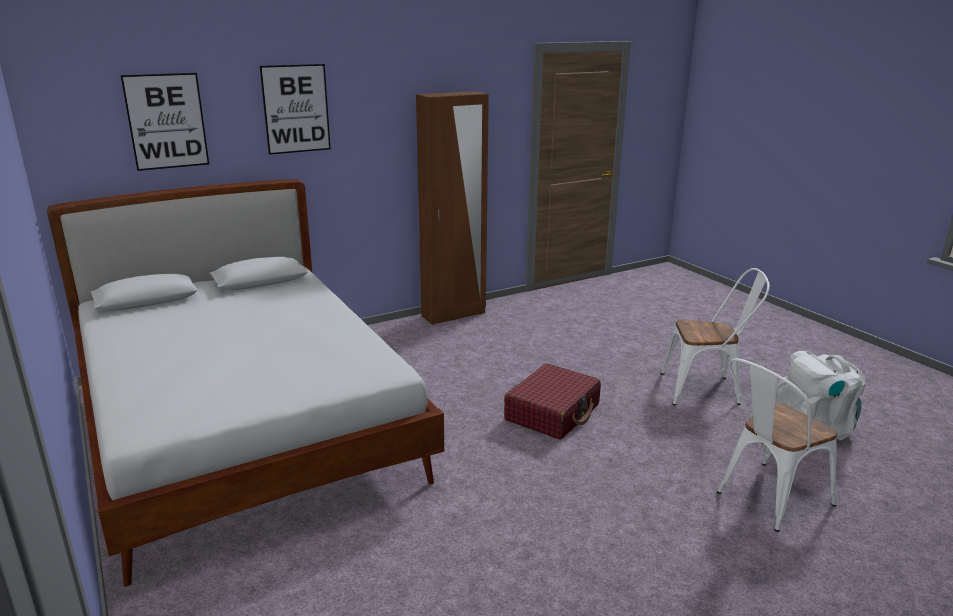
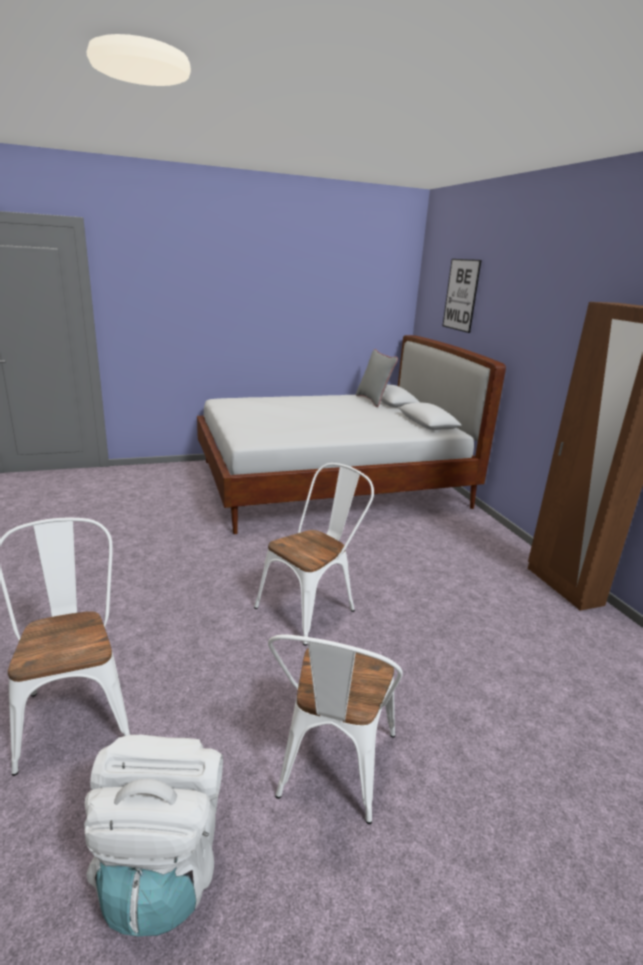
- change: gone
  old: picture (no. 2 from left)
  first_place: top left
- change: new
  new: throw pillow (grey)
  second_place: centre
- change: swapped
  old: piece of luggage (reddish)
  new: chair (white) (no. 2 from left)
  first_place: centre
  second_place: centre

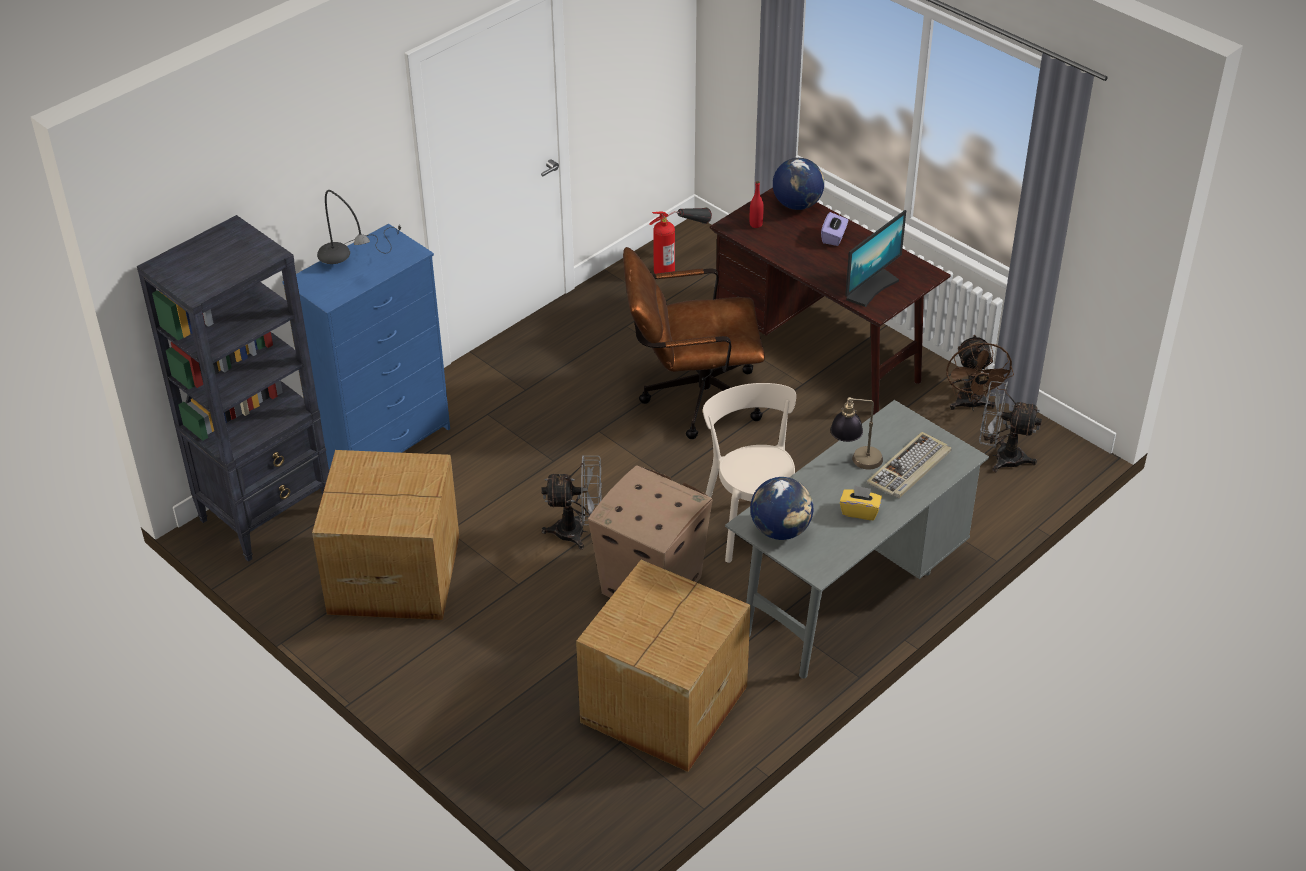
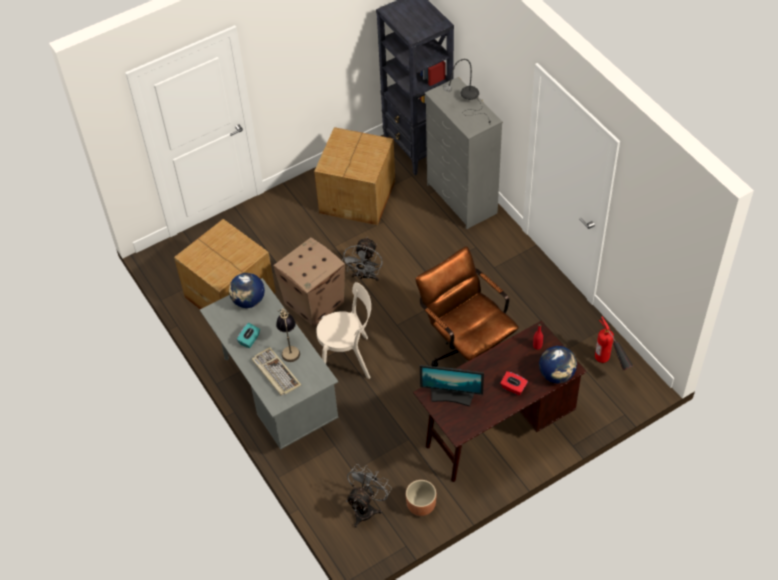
- change: swapped
  old: cooling fan (brownish)
  new: planter (brownish)
  first_place: middle right
  second_place: bottom centre
- change: repainted
  old: drawer chest (blue)
  new: drawer chest (grey)
  first_place: middle left
  second_place: top centre
- change: repainted
  old: tissue holder (purplish)
  new: tissue holder (reddish)
  first_place: top centre
  second_place: centre
- change: repainted
  old: tissue holder (yellow)
  new: tissue holder (blue-green)
  first_place: centre
  second_place: middle left
- change: rotated
  old: computer chair (brownish)
  first_place: centre
  second_place: centre
  degrees: -45
- change: rotated
  old: monitor
  first_place: top right
  second_place: centre
  degrees: -45

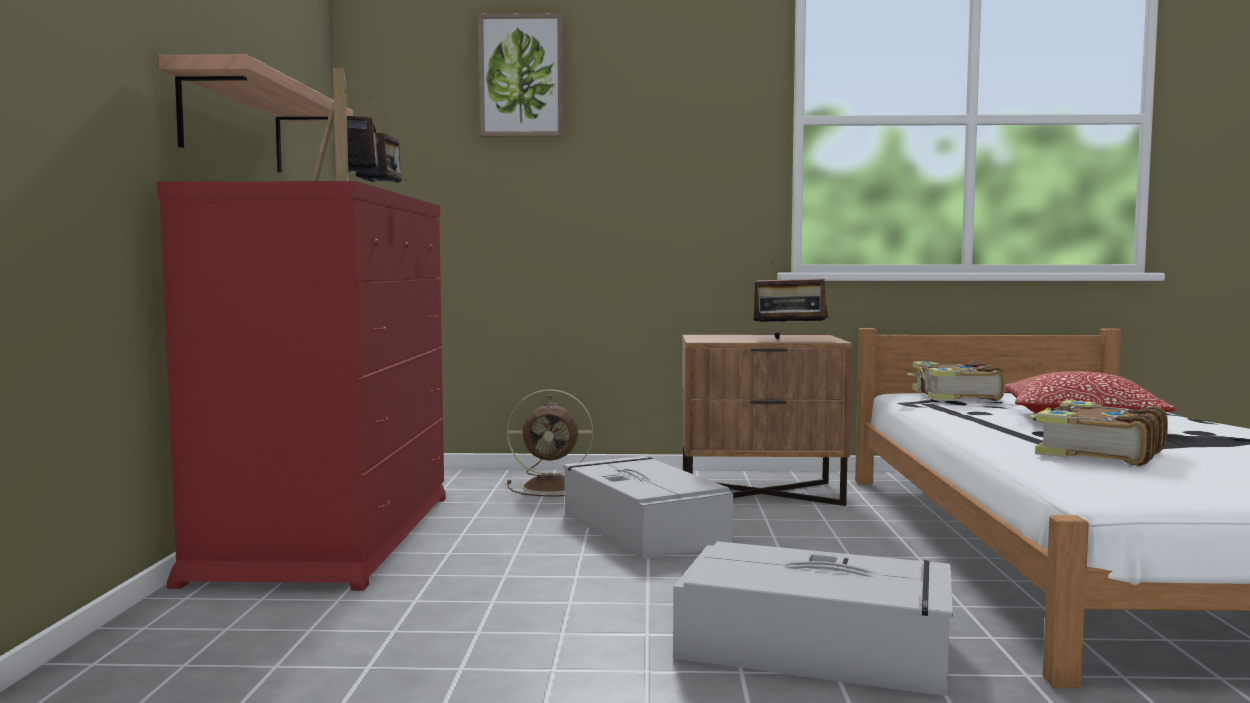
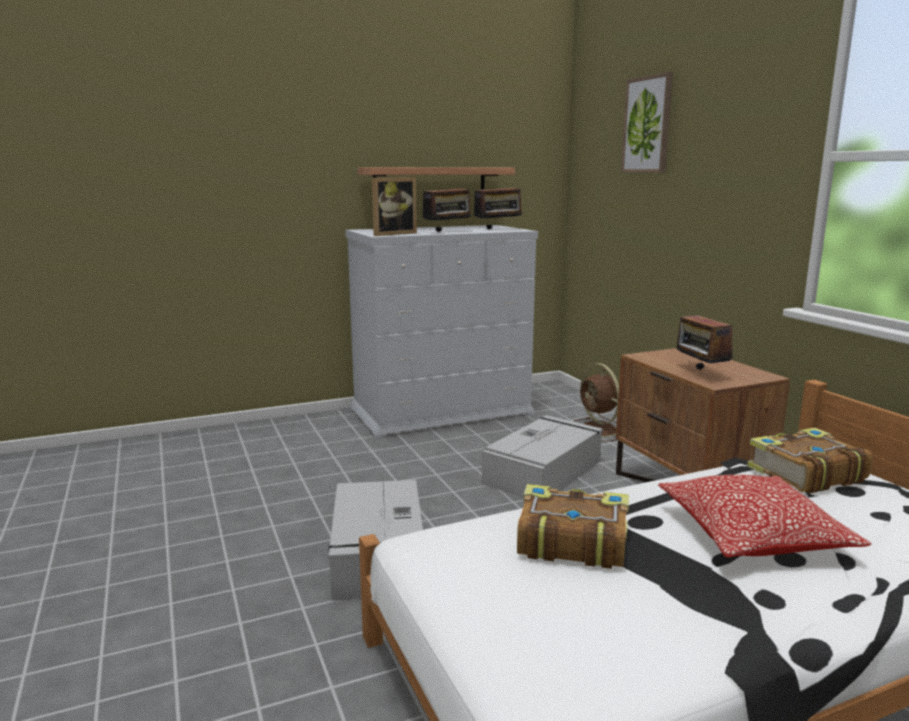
- change: repainted
  old: drawer chest (reddish)
  new: drawer chest (white)
  first_place: middle left
  second_place: centre

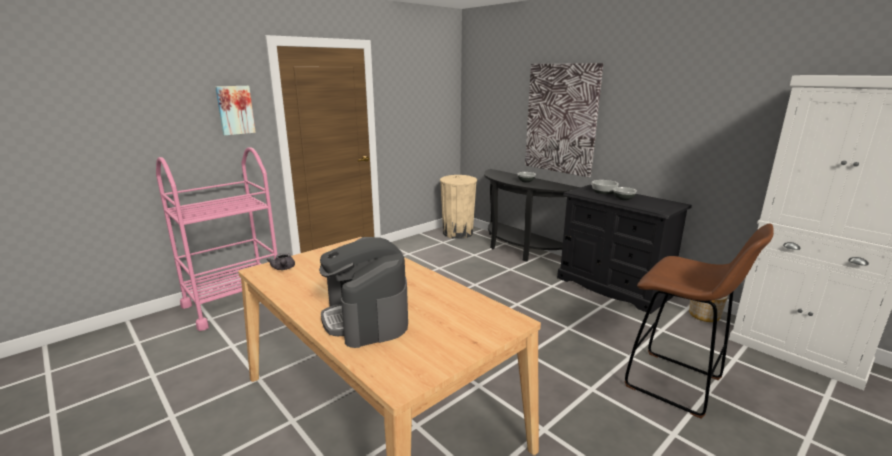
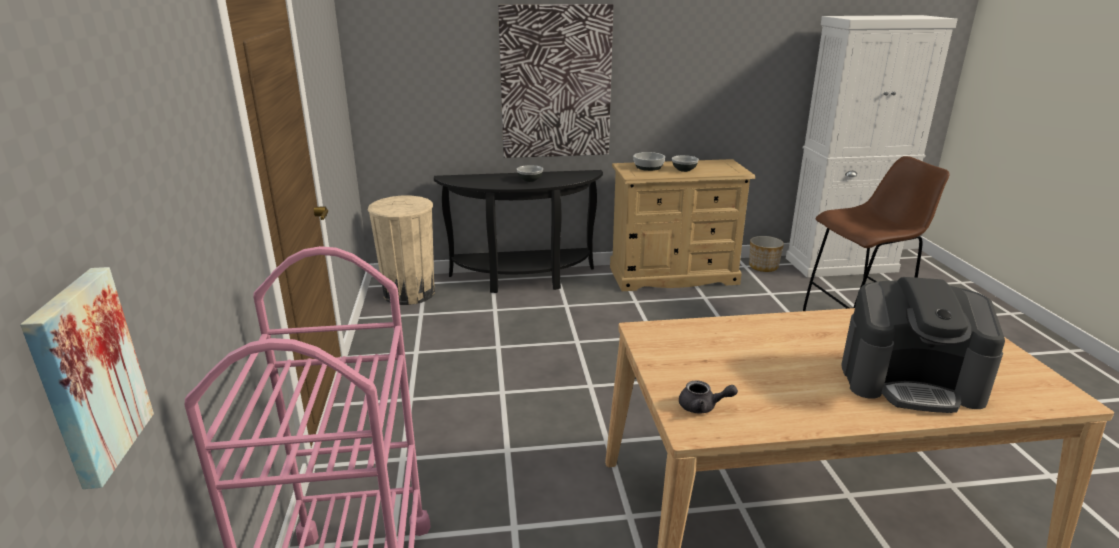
- change: shifted
  old: picture (no. 1 from left)
  first_place: top left
  second_place: bottom left
- change: repainted
  old: drawer chest (blackish)
  new: drawer chest (beige)
  first_place: middle right
  second_place: centre

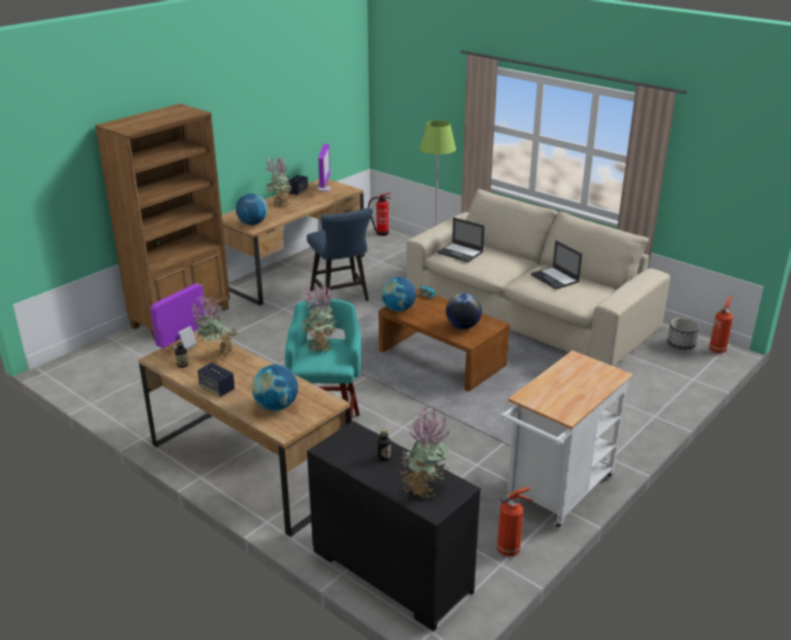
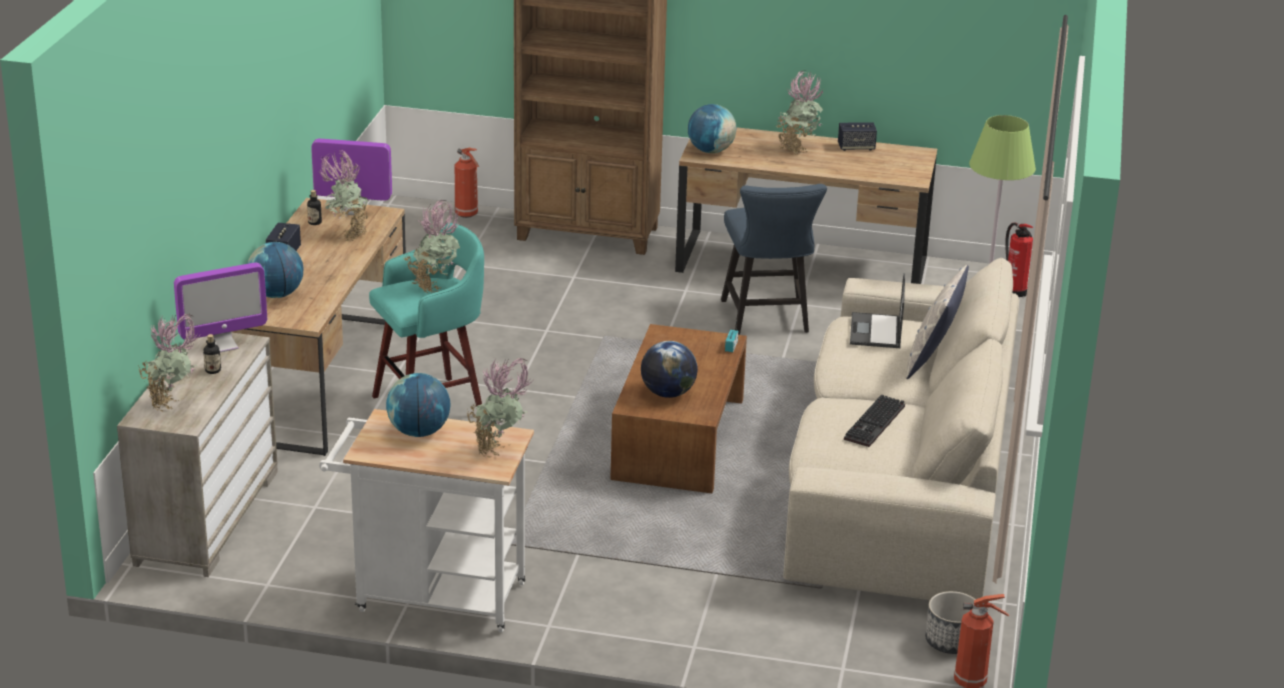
- change: new
  new: plant in a pot (no. 4 from left)
  second_place: centre
- change: new
  new: throw pillow
  second_place: middle right
- change: shifted
  old: monitor (no. 2 from left in the first image)
  new: monitor (no. 1 from left)
  first_place: top centre
  second_place: middle left
- change: shifted
  old: desk globe (no. 3 from left in the first image)
  new: desk globe (no. 2 from left)
  first_place: centre
  second_place: middle left
- change: shifted
  old: extinguisher (no. 2 from left in the first image)
  new: extinguisher (no. 1 from left)
  first_place: bottom centre
  second_place: top centre
- change: swapped
  old: notebook computer (no. 2 from left)
  new: PC keyboard
  first_place: middle right
  second_place: middle right
- change: repainted
  old: drawer chest (blackish)
  new: drawer chest (beige)
  first_place: bottom centre
  second_place: middle left
- change: rotated
  old: chair (blue)
  first_place: centre
  second_place: centre
  degrees: -45

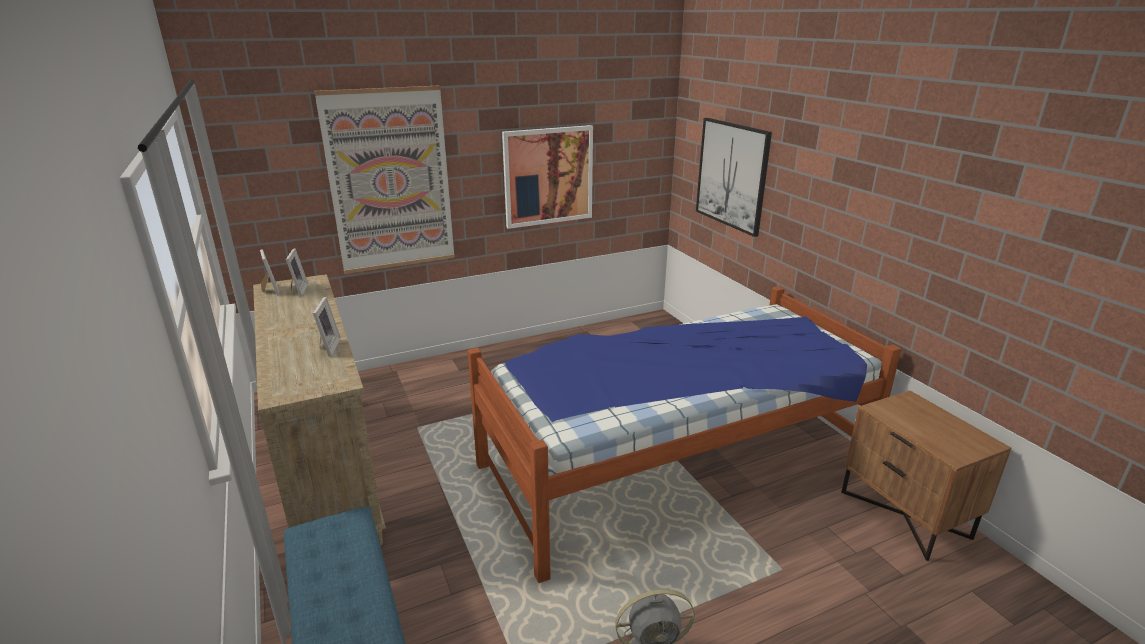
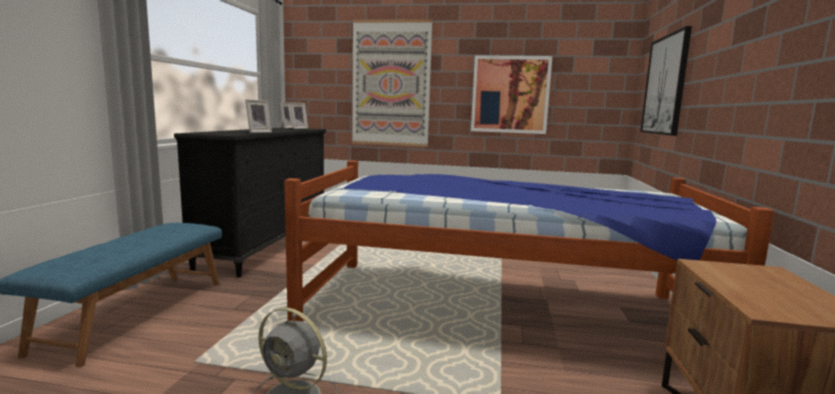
- change: repainted
  old: drawer chest (beige)
  new: drawer chest (blackish)
  first_place: middle left
  second_place: middle left

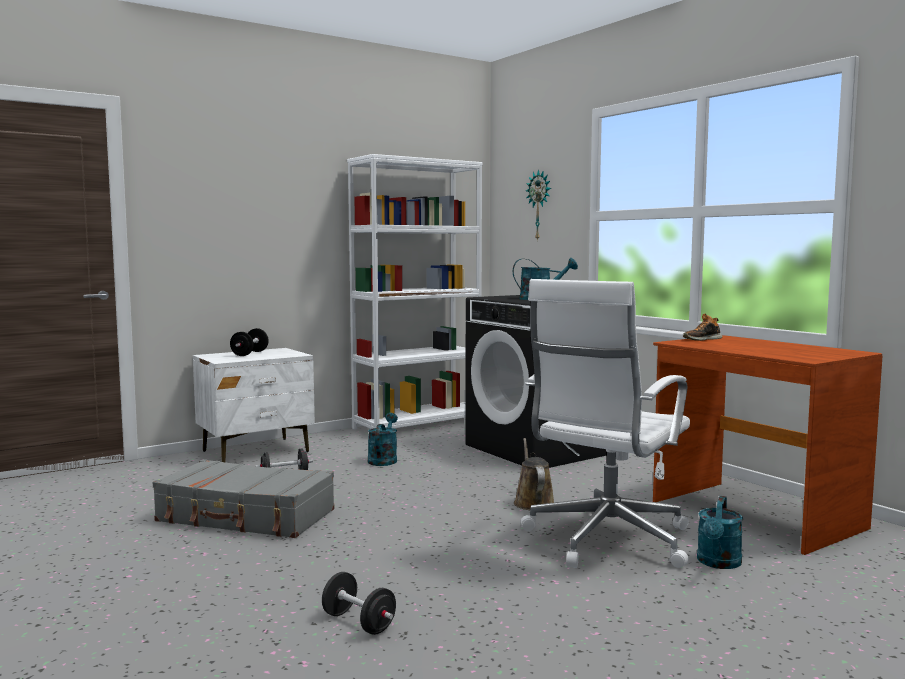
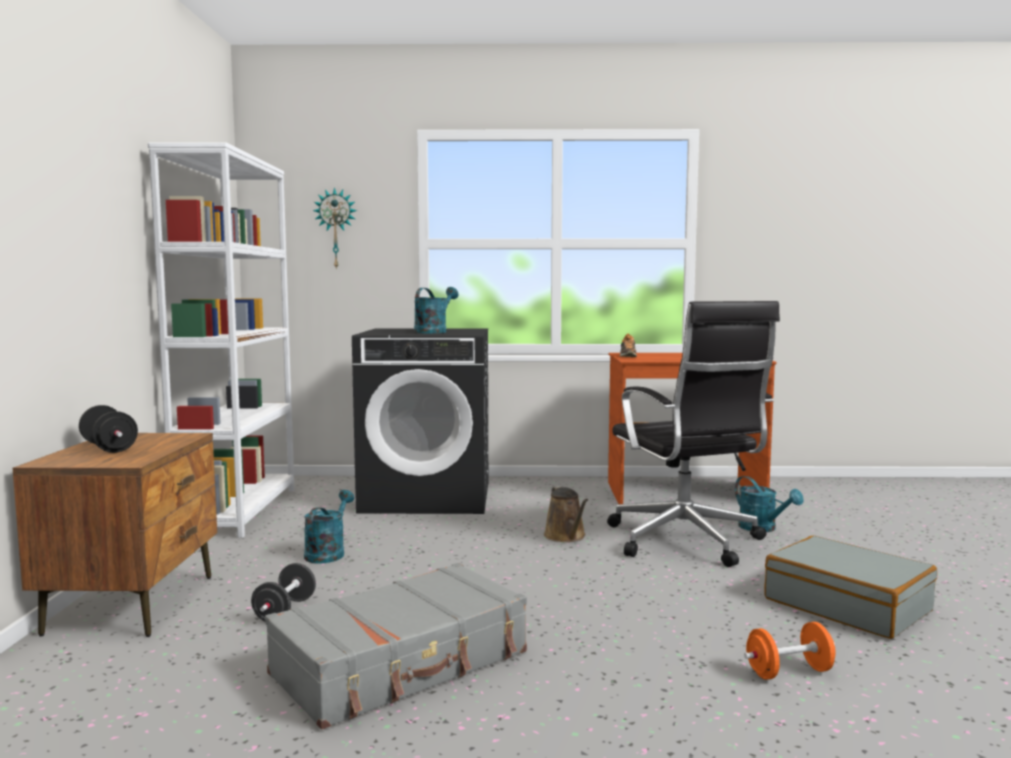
- change: new
  new: piece of luggage (grey) (no. 2 from left)
  second_place: bottom right
- change: repainted
  old: night table (white)
  new: night table (brownish)
  first_place: middle left
  second_place: bottom left
- change: repainted
  old: free weight (blackish) (no. 3 from left)
  new: free weight (orange)
  first_place: bottom centre
  second_place: bottom right
- change: repainted
  old: computer chair (white)
  new: computer chair (blackish)
  first_place: middle right
  second_place: middle right
- change: rotated
  old: watering pot (blue-green) (no. 1 from left)
  first_place: centre
  second_place: bottom left
  degrees: 60
- change: rotated
  old: watering pot (brownish)
  first_place: bottom centre
  second_place: bottom centre
  degrees: -135

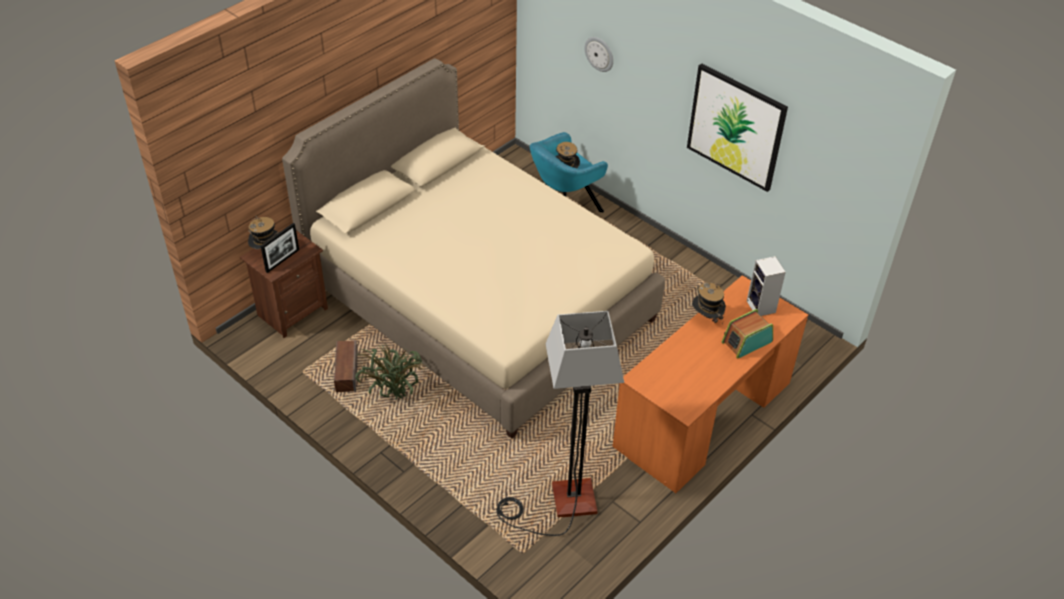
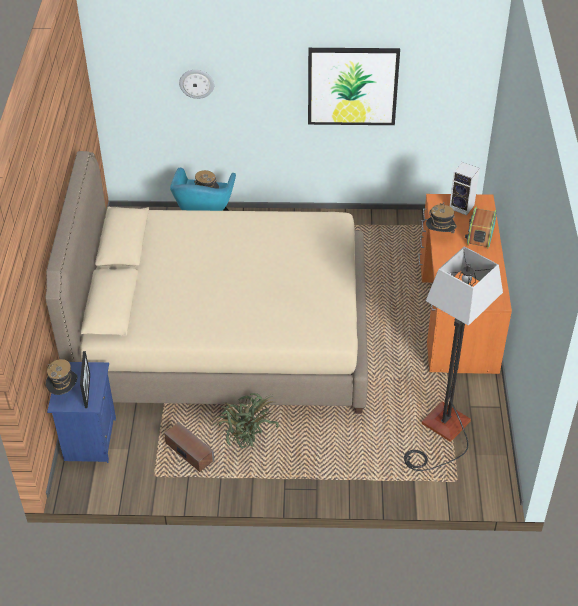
- change: repainted
  old: night table (brownish)
  new: night table (blue)
  first_place: middle left
  second_place: bottom left

